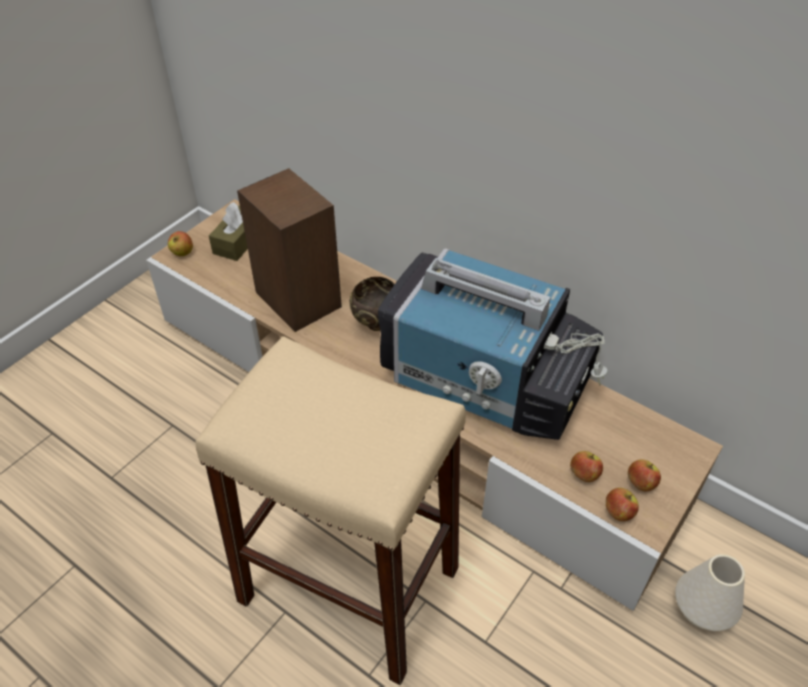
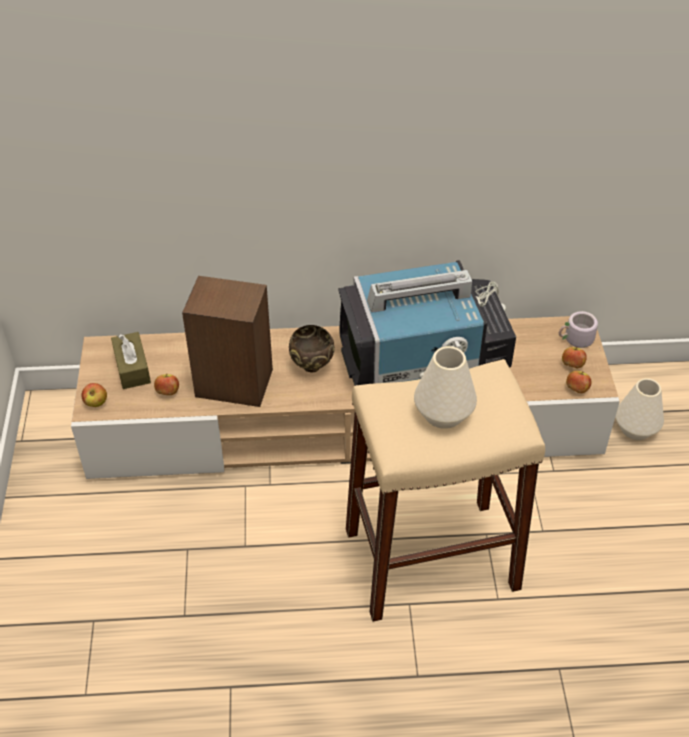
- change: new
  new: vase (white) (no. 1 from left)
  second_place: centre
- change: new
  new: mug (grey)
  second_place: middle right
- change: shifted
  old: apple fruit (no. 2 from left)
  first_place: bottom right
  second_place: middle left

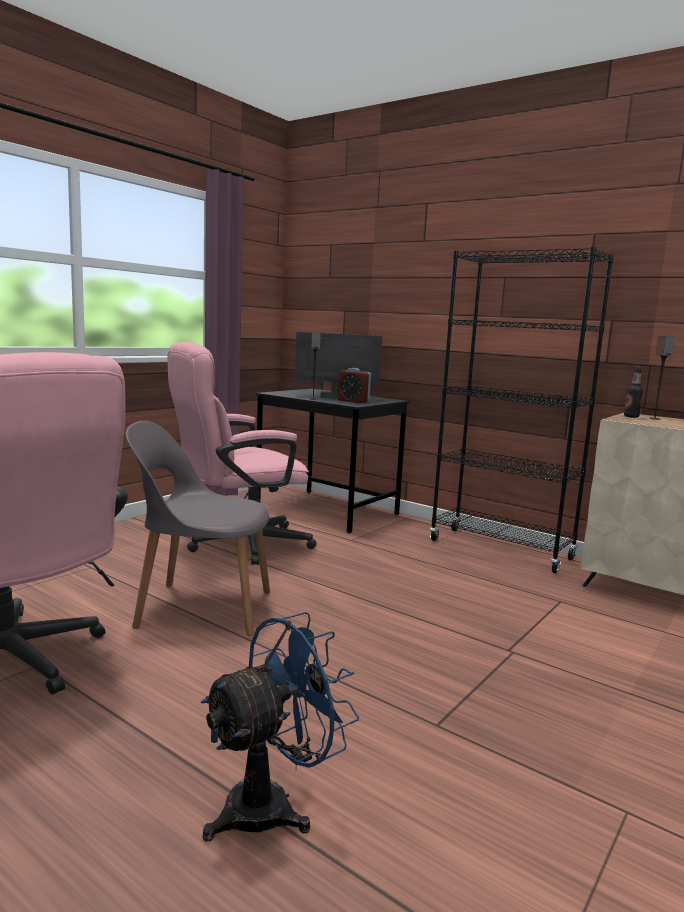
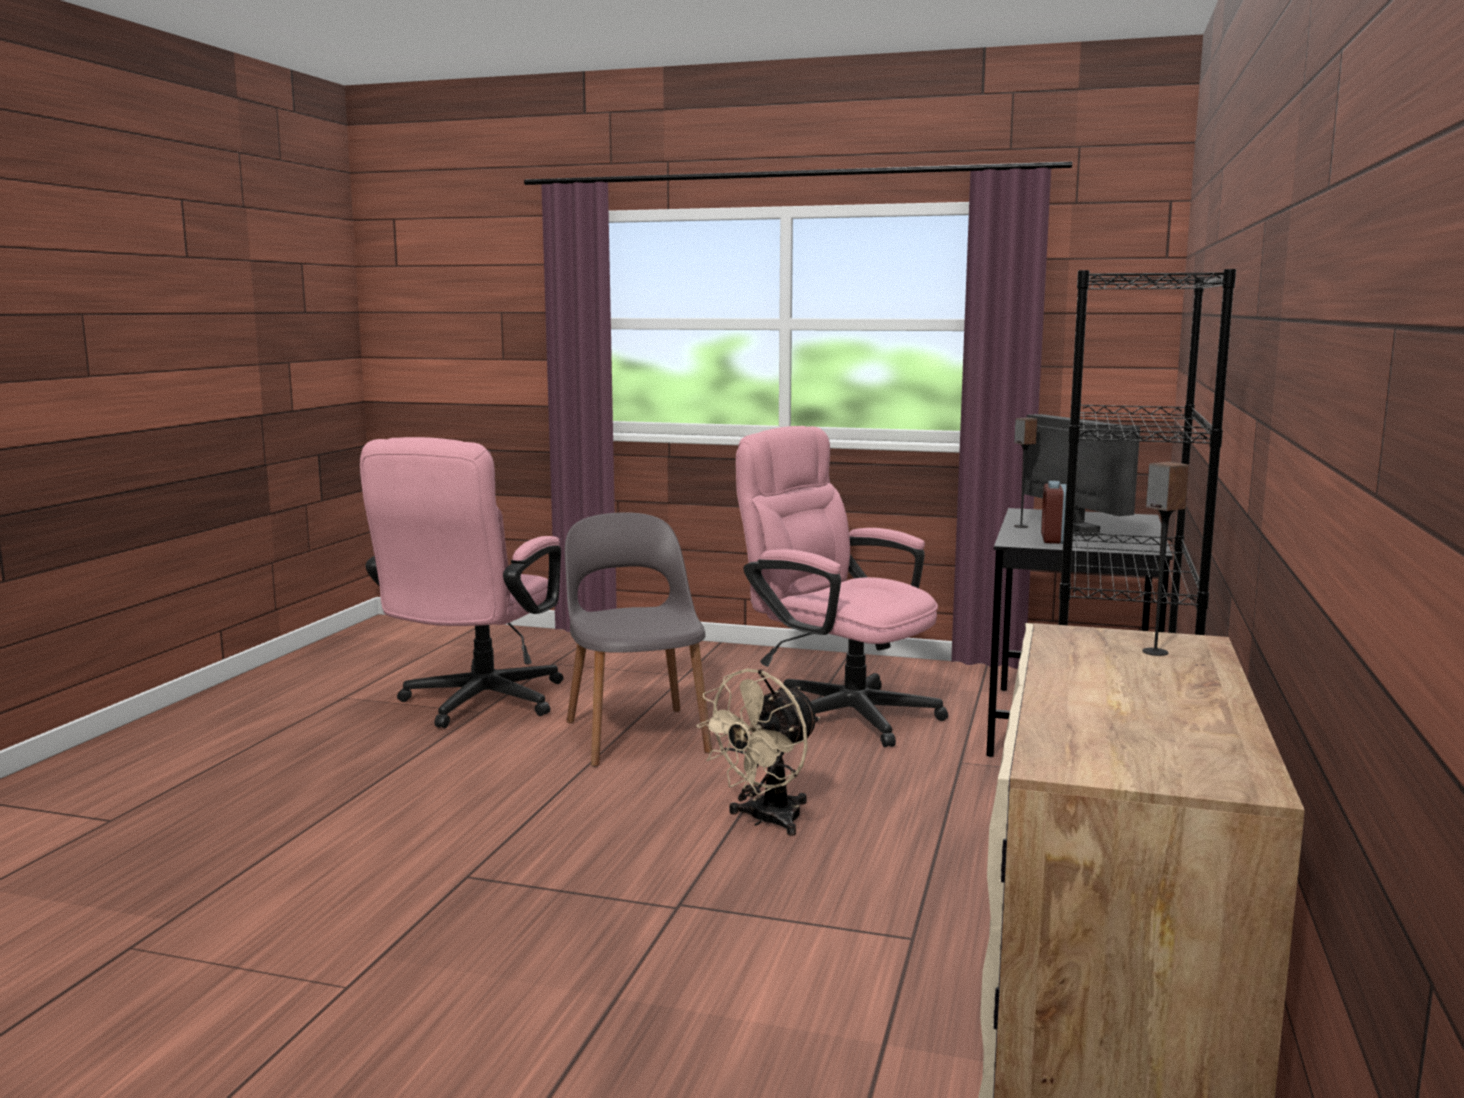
- change: gone
  old: cooling fan (blue)
  first_place: bottom centre
- change: gone
  old: drink bottle
  first_place: middle right
- change: new
  new: cooling fan (beige)
  second_place: bottom centre

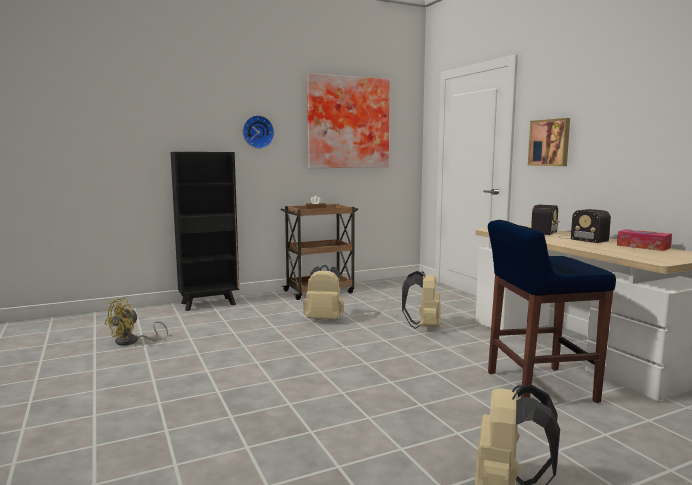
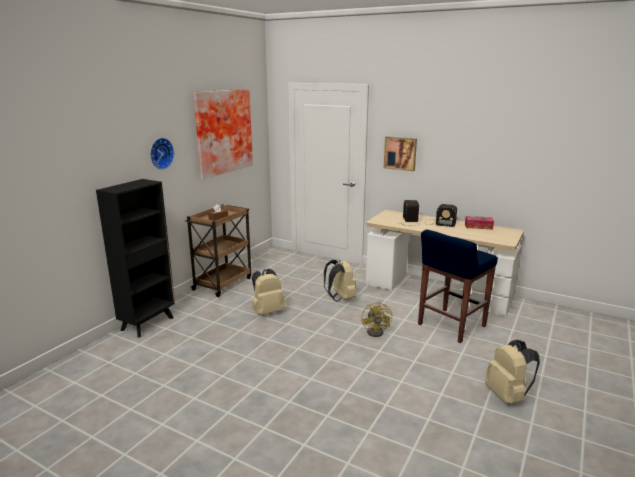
- change: shifted
  old: cooling fan (yellow)
  first_place: middle left
  second_place: bottom centre

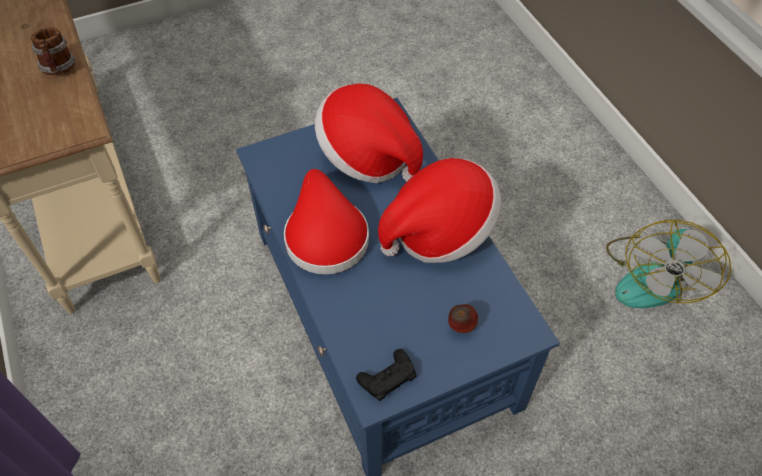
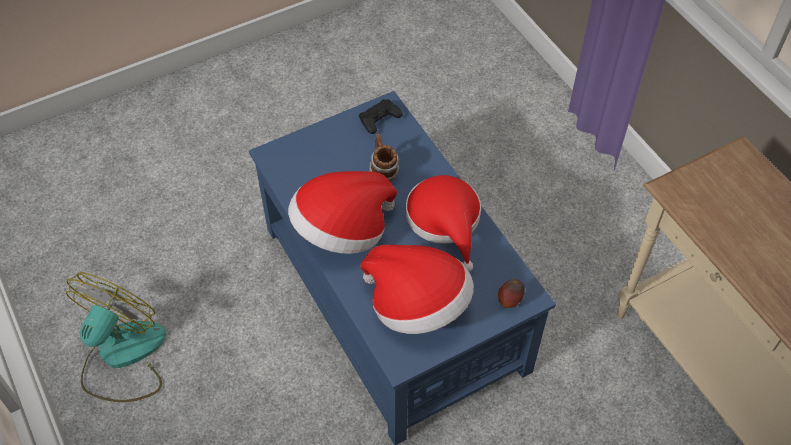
- change: shifted
  old: mug
  first_place: top left
  second_place: centre
- change: shifted
  old: apple fruit
  first_place: bottom centre
  second_place: centre

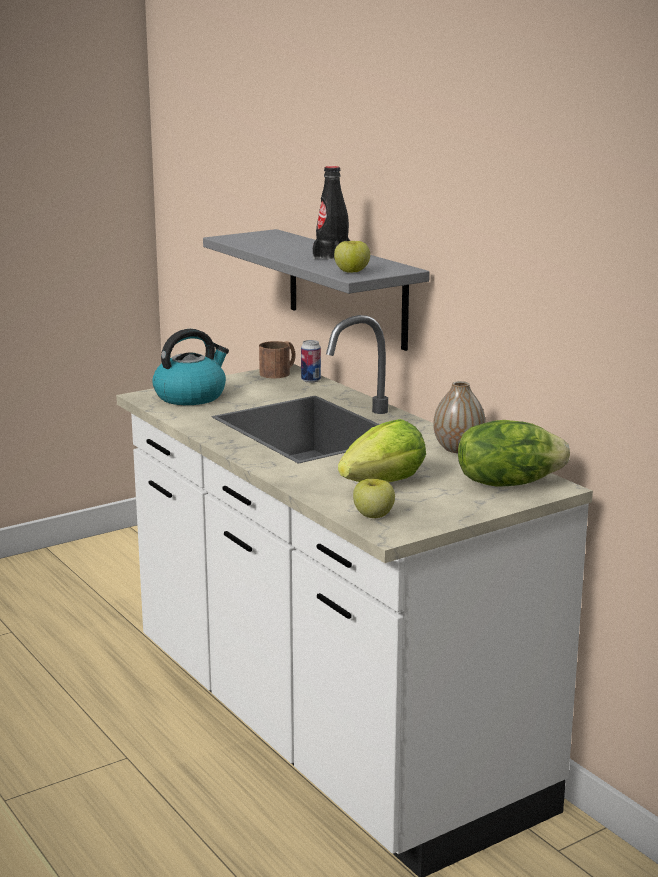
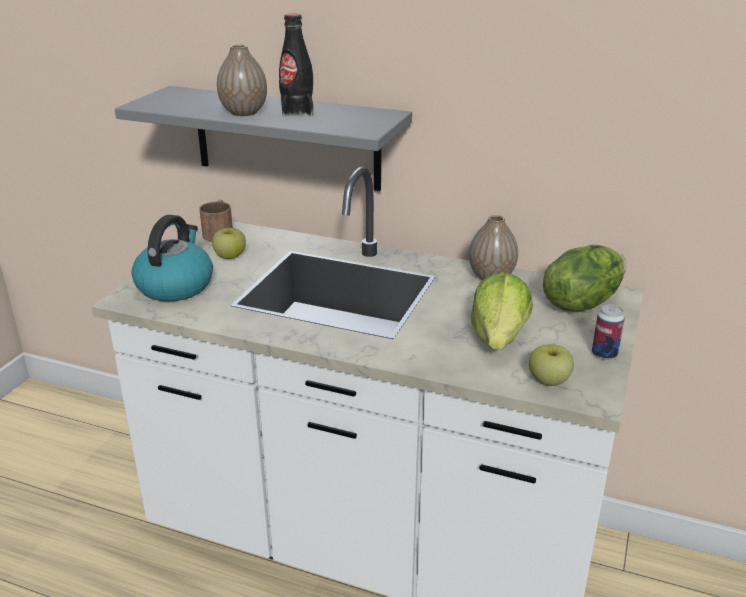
- change: new
  new: vase (no. 1 from left)
  second_place: top left
- change: shifted
  old: metal can
  first_place: centre
  second_place: middle right
- change: shifted
  old: apple fruit (no. 1 from left)
  first_place: top centre
  second_place: middle left

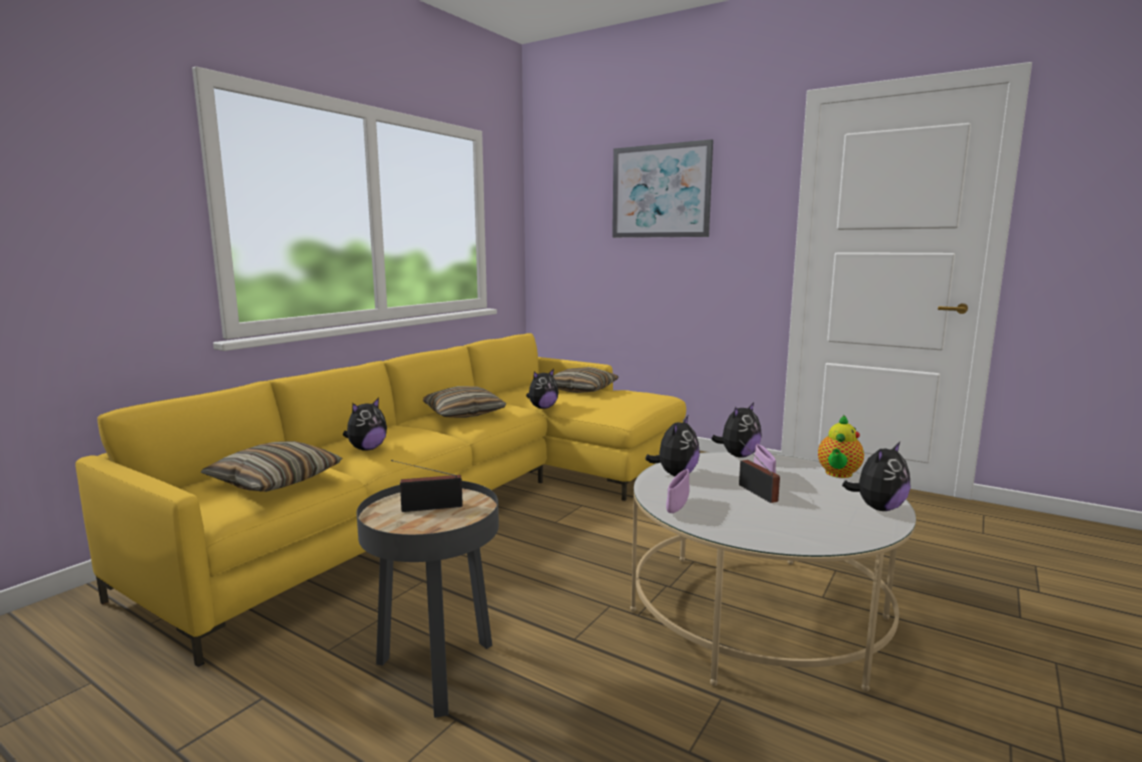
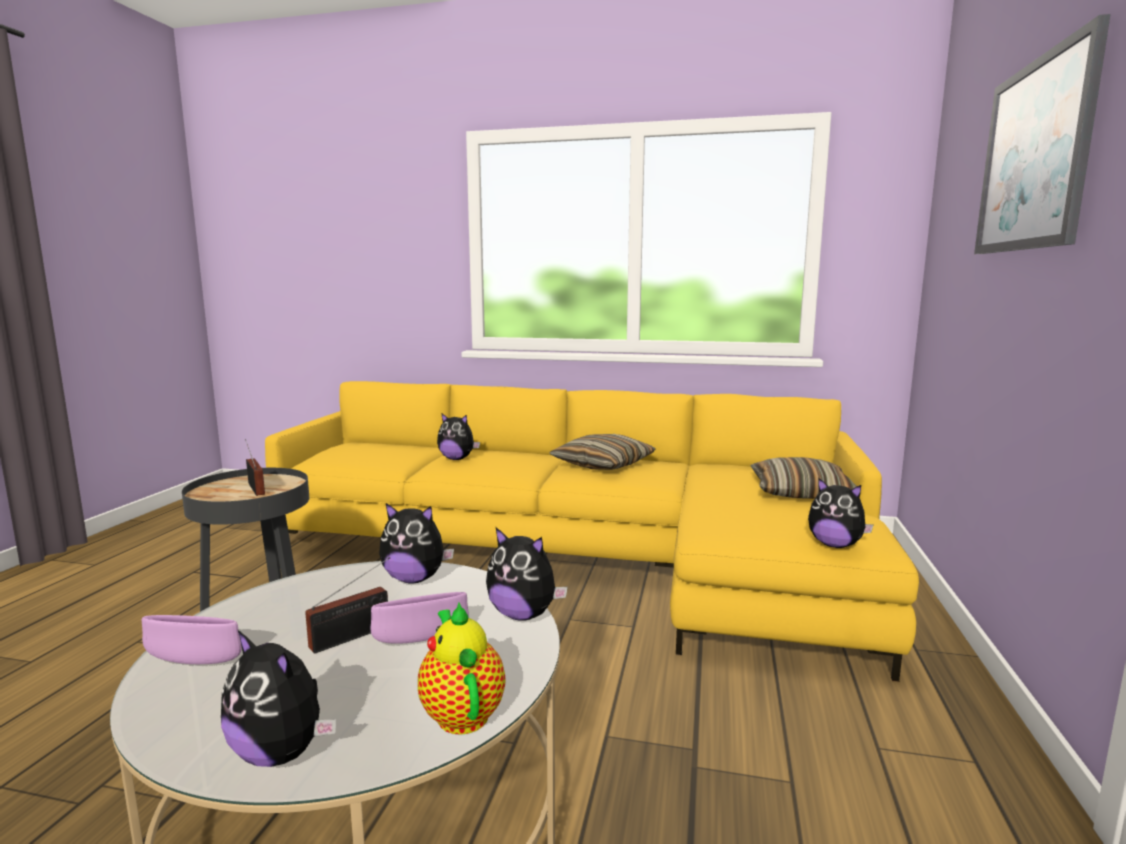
- change: gone
  old: throw pillow (no. 1 from left)
  first_place: middle left
- change: shifted
  old: soft toy (no. 2 from left in the first image)
  new: soft toy (no. 5 from left)
  first_place: centre
  second_place: middle right
- change: shifted
  old: serving bowl (purplish) (no. 1 from left)
  first_place: centre
  second_place: bottom left
- change: rotated
  old: teapot
  first_place: middle right
  second_place: bottom centre
  degrees: 60

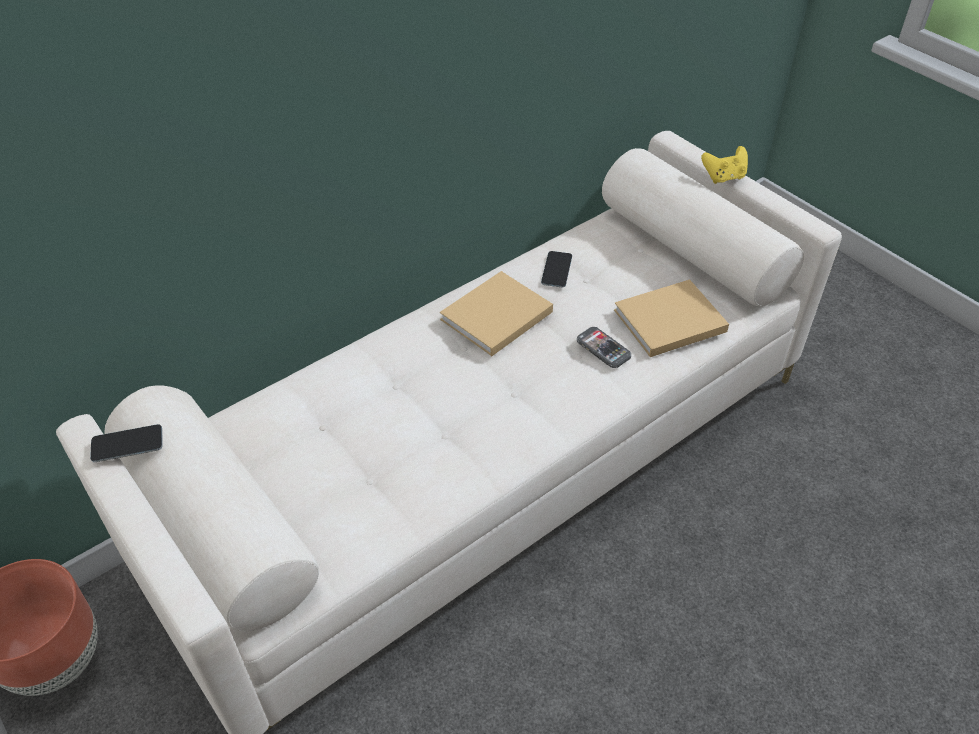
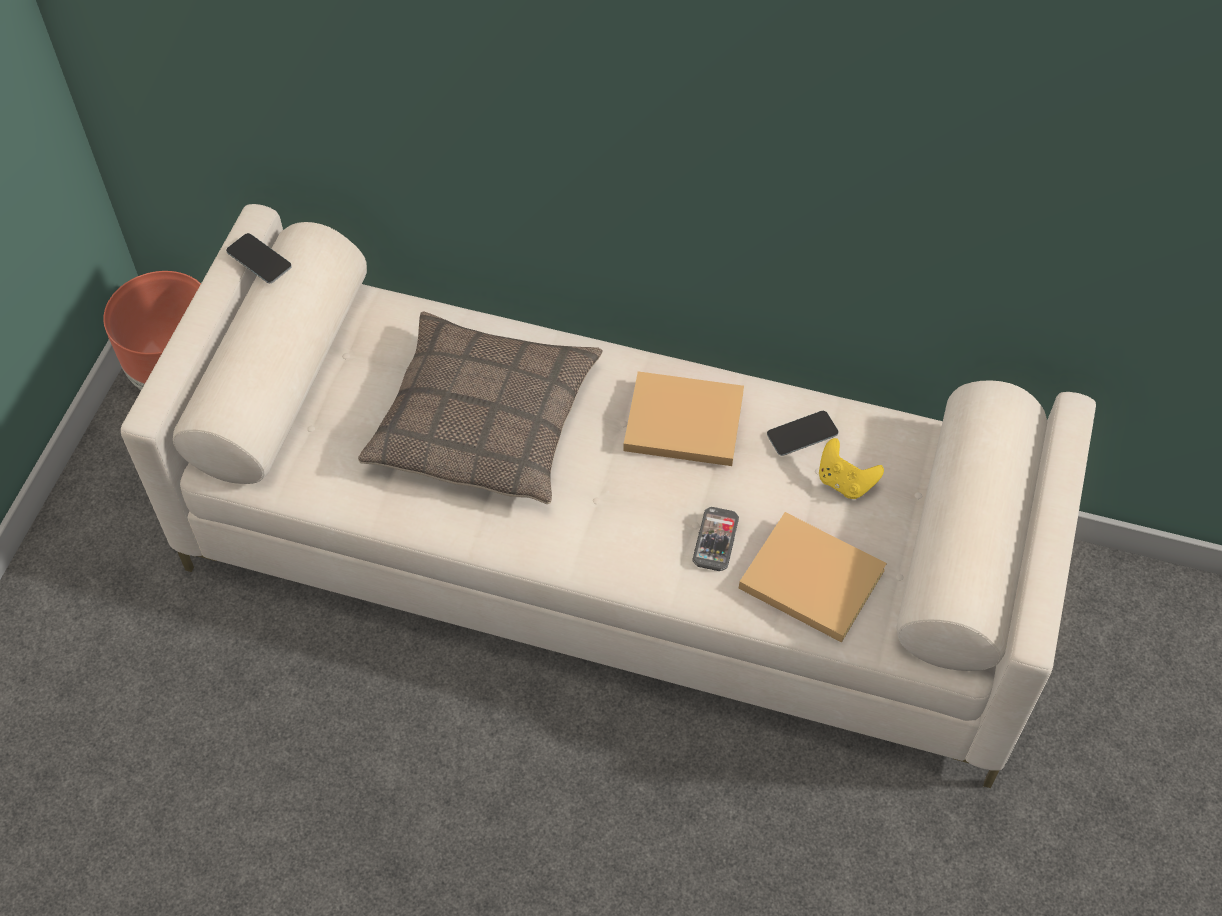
- change: new
  new: throw pillow
  second_place: centre
- change: shifted
  old: gamepad (yellow)
  first_place: top right
  second_place: middle right

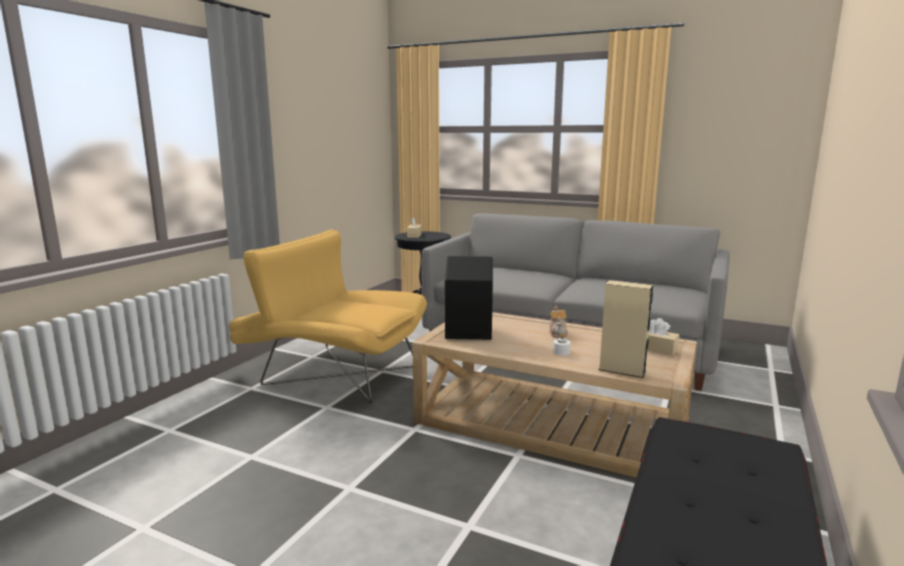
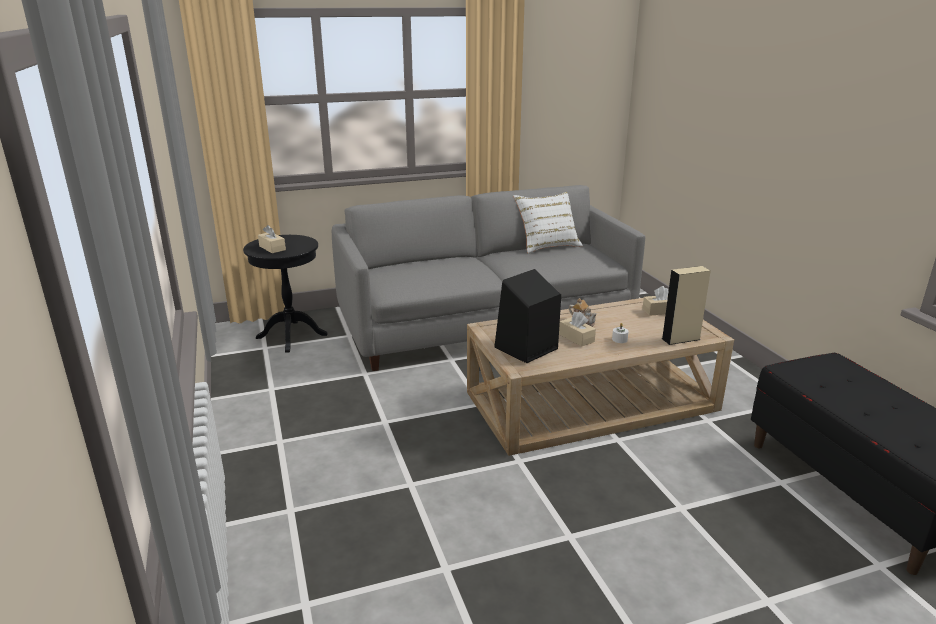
- change: gone
  old: lounge chair (yellow)
  first_place: centre
- change: new
  new: throw pillow (white)
  second_place: centre
- change: new
  new: tissue holder (beige) (no. 2 from left)
  second_place: centre

